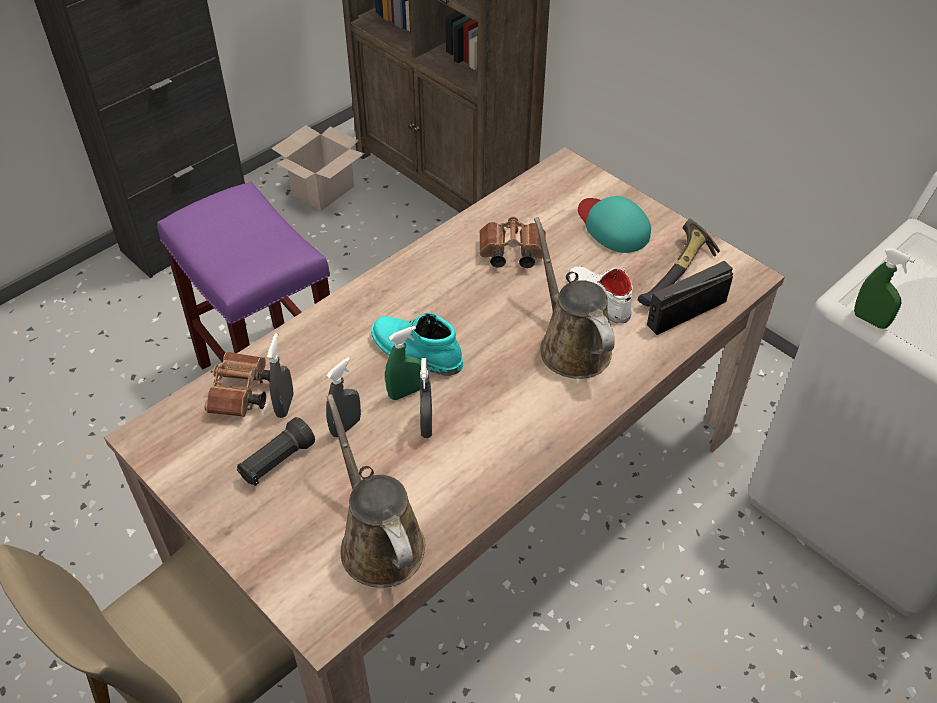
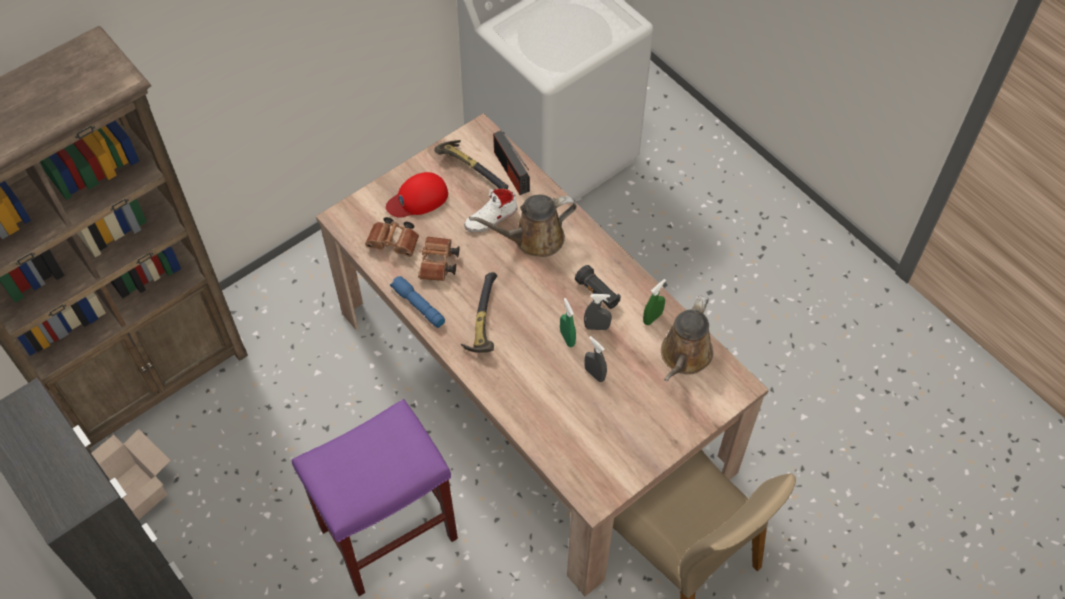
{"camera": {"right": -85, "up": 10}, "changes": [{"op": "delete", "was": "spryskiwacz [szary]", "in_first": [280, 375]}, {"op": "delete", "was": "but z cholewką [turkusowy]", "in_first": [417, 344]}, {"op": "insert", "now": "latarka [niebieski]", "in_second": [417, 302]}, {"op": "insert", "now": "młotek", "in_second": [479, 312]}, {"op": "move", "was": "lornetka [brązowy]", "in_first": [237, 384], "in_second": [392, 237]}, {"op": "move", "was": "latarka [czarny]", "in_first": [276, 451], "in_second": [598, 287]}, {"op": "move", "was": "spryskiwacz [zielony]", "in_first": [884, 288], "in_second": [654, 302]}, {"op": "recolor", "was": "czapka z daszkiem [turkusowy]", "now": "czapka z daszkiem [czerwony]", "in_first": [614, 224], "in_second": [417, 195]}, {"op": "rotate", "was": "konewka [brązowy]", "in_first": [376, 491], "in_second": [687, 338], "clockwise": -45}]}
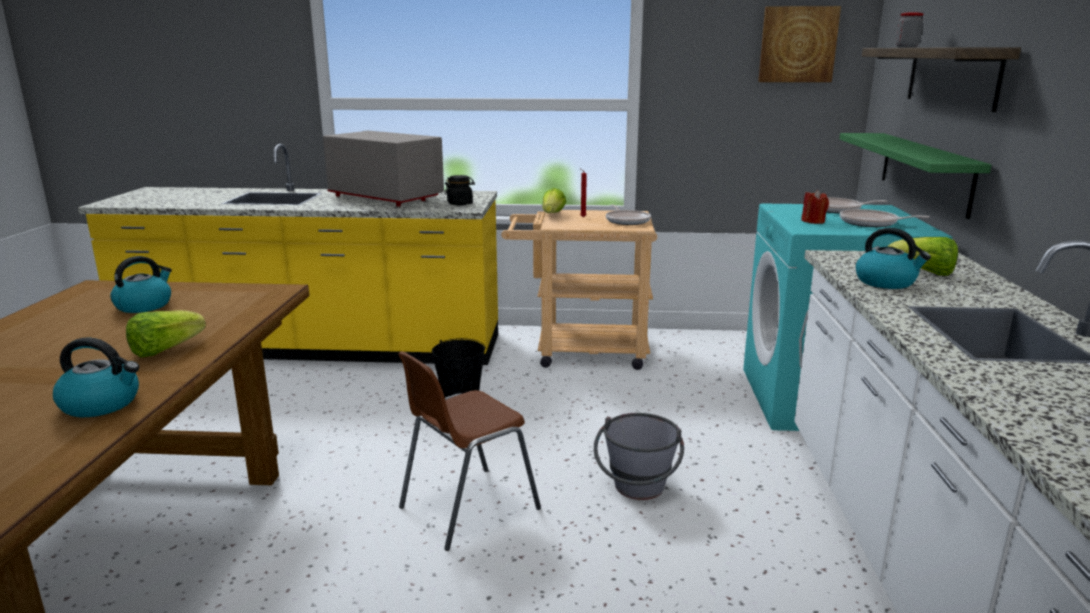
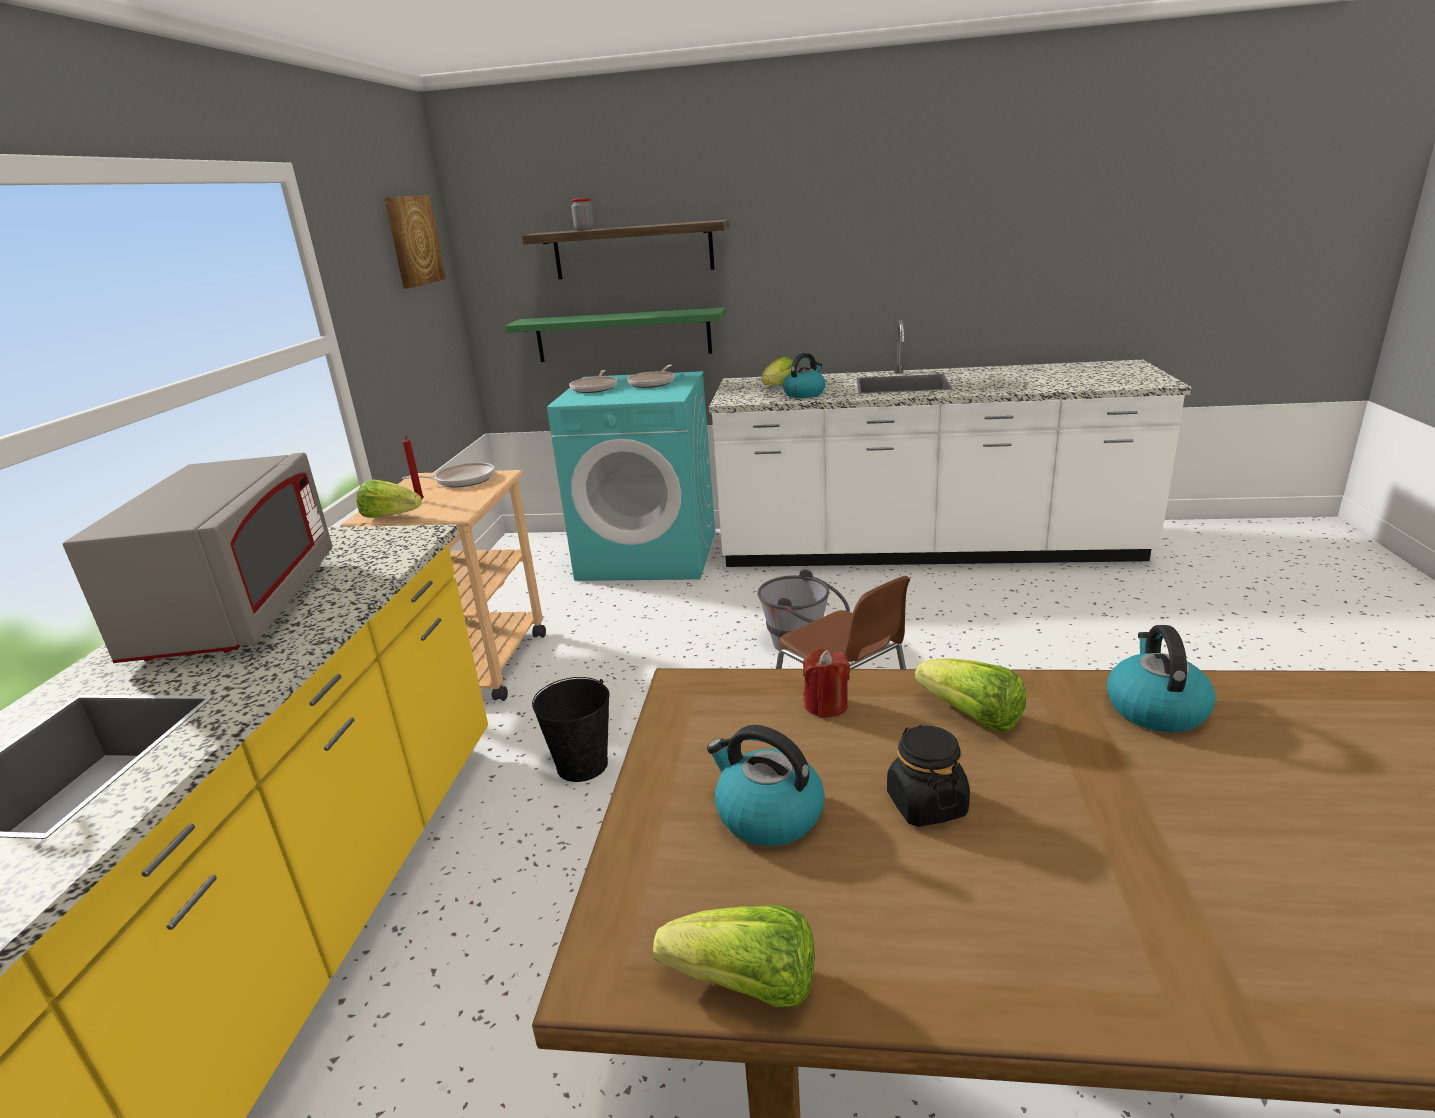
{"camera": {"right": -85, "up": 5}, "changes": [{"op": "insert", "now": "sałata", "in_second": [733, 956]}, {"op": "move", "was": "słoik [czarny]", "in_first": [459, 190], "in_second": [928, 776]}, {"op": "move", "was": "świeca [czerwony]", "in_first": [815, 207], "in_second": [826, 683]}, {"op": "rotate", "was": "mikrofalówka [szary]", "in_first": [383, 169], "in_second": [197, 558], "clockwise": 135}]}
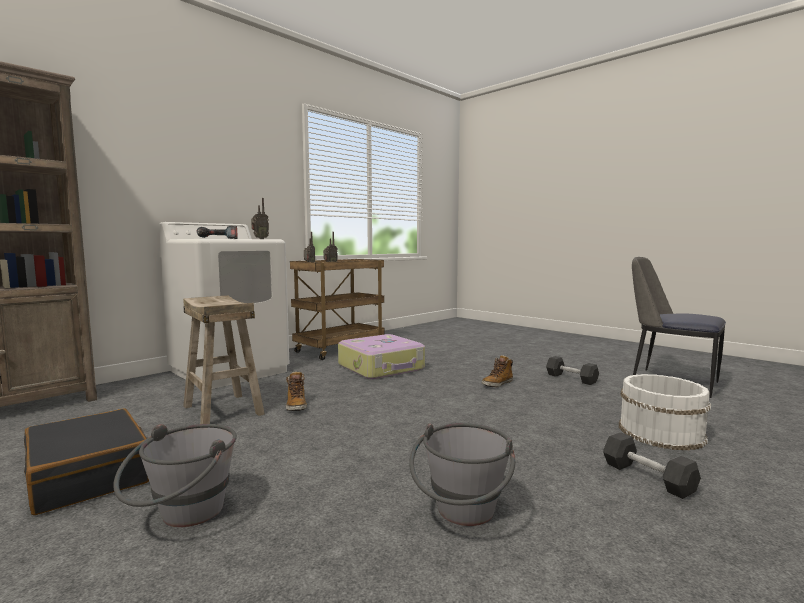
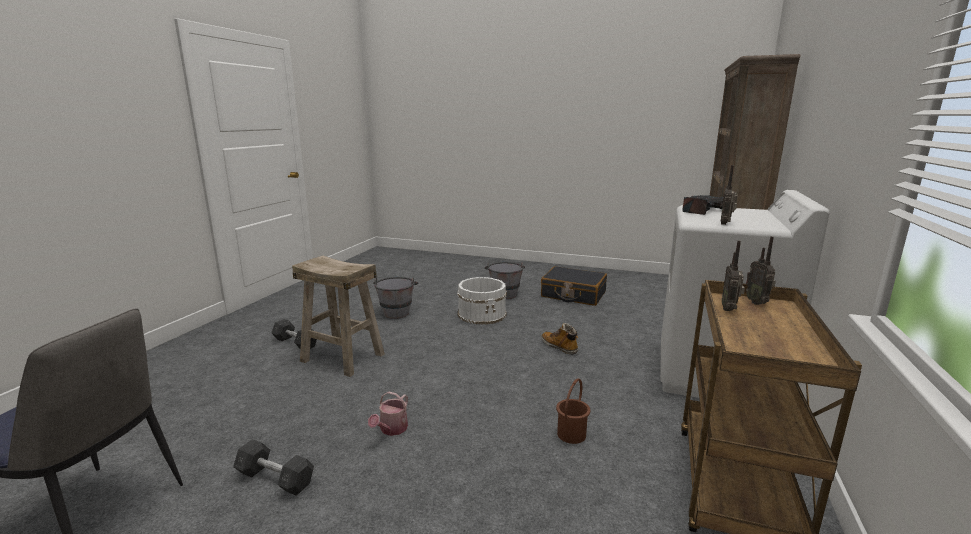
{"camera": {"right": 155, "up": 10}, "changes": [{"op": "move", "was": "stołek [beżowy]", "in_first": [224, 359], "in_second": [338, 316]}, {"op": "move", "was": "wiadro [biały]", "in_first": [665, 412], "in_second": [482, 301]}, {"op": "replace", "was": "walizka", "now": "wiadro [brązowy]", "in_first": [381, 356], "in_second": [573, 411]}, {"op": "replace", "was": "but z cholewką", "now": "konewka", "in_first": [497, 371], "in_second": [388, 413]}]}
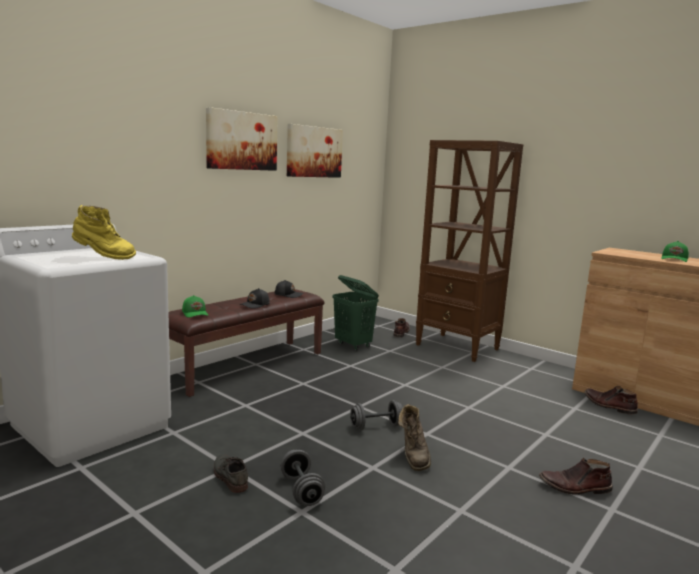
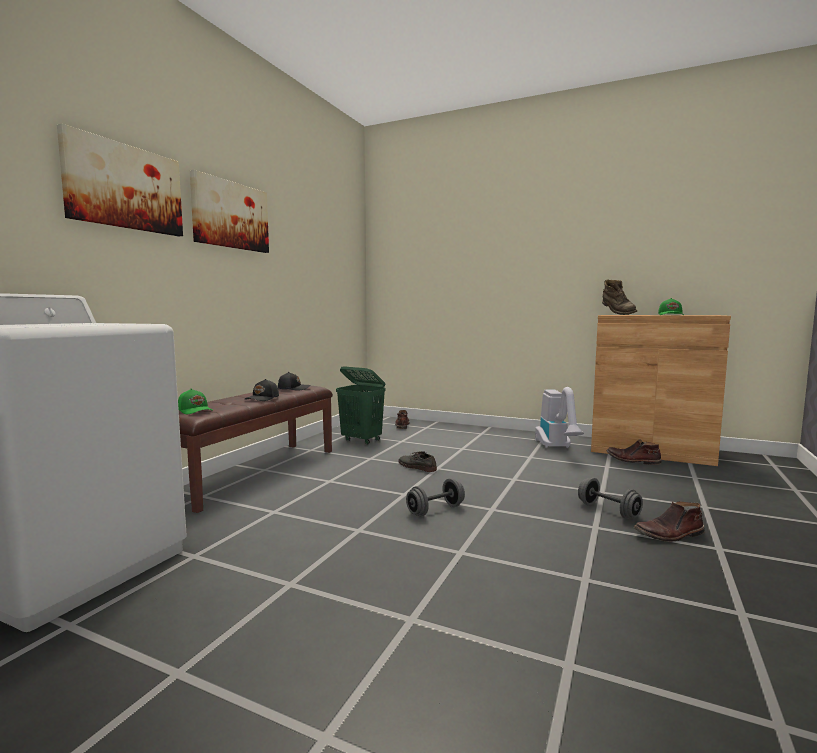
{"camera": {"right": -15, "up": -5}, "changes": [{"op": "delete", "was": "but z cholewką [żółty]", "in_first": [104, 232]}, {"op": "delete", "was": "regał [brązowy]", "in_first": [469, 251]}, {"op": "insert", "now": "odkurzacz", "in_second": [559, 417]}, {"op": "move", "was": "but [szary]", "in_first": [231, 474], "in_second": [417, 461]}, {"op": "move", "was": "hantel [szary]", "in_first": [303, 478], "in_second": [610, 498]}, {"op": "move", "was": "obraz", "in_first": [315, 151], "in_second": [120, 179]}, {"op": "move", "was": "but z cholewką [brązowy]", "in_first": [414, 437], "in_second": [619, 297]}]}
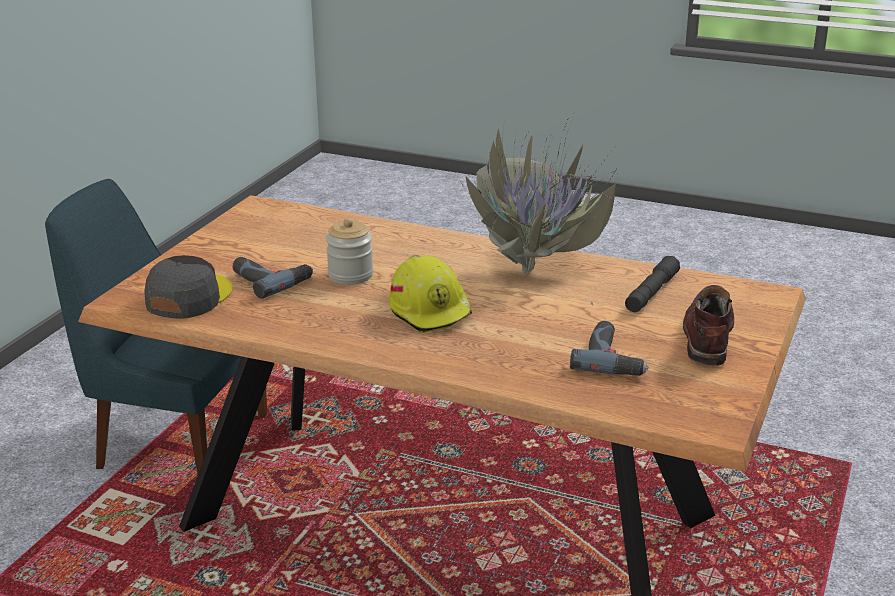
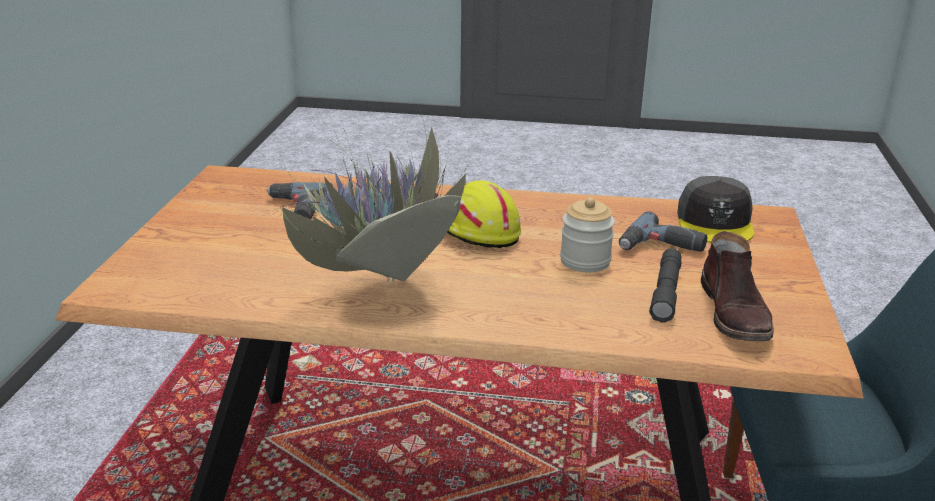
{"camera": {"right": 165, "up": 0}, "changes": [{"op": "move", "was": "latarka [szary]", "in_first": [652, 284], "in_second": [665, 285]}, {"op": "move", "was": "but z cholewką [brązowy]", "in_first": [708, 325], "in_second": [737, 286]}]}
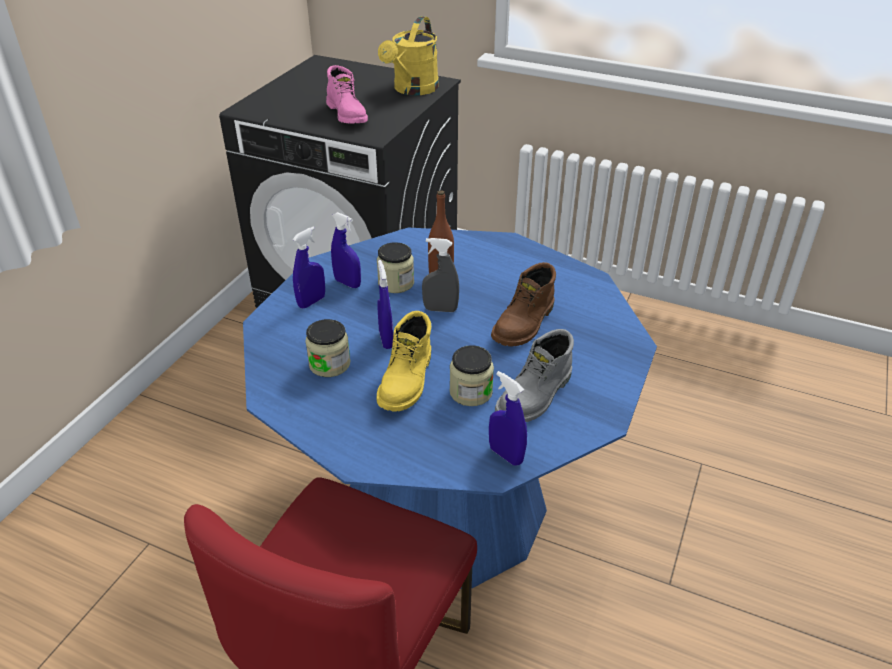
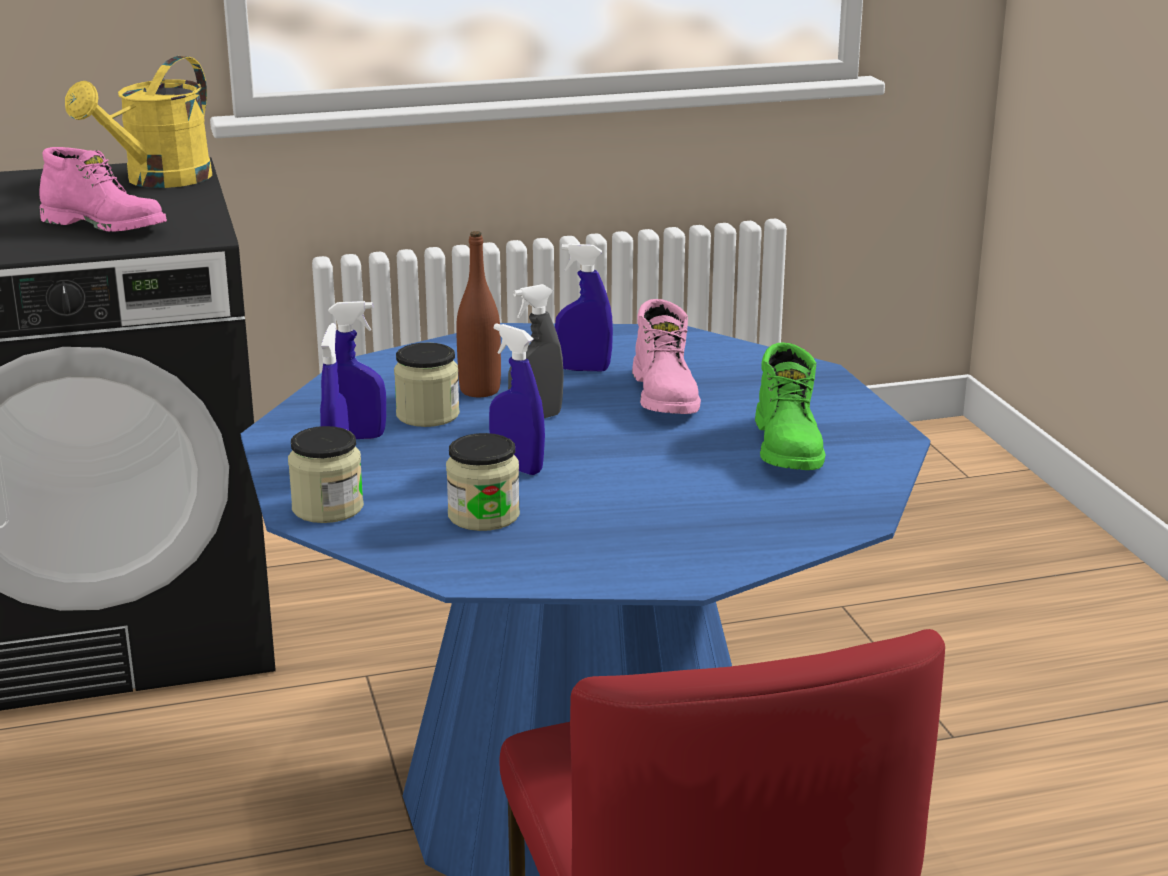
{"camera": {"right": -40, "up": -15}, "changes": [{"op": "delete", "was": "but z cholewką [żółty]", "in_first": [403, 361]}, {"op": "move", "was": "słoik", "in_first": [472, 375], "in_second": [326, 474]}, {"op": "move", "was": "spryskiwacz [niebieski]", "in_first": [508, 418], "in_second": [584, 307]}, {"op": "recolor", "was": "but z cholewką [brązowy]", "now": "but z cholewką [różowy]", "in_first": [523, 304], "in_second": [666, 356]}, {"op": "recolor", "was": "but z cholewką [szary]", "now": "but z cholewką [zielony]", "in_first": [534, 375], "in_second": [790, 406]}, {"op": "rotate", "was": "konewka [żółty]", "in_first": [408, 55], "in_second": [138, 122], "clockwise": 45}]}
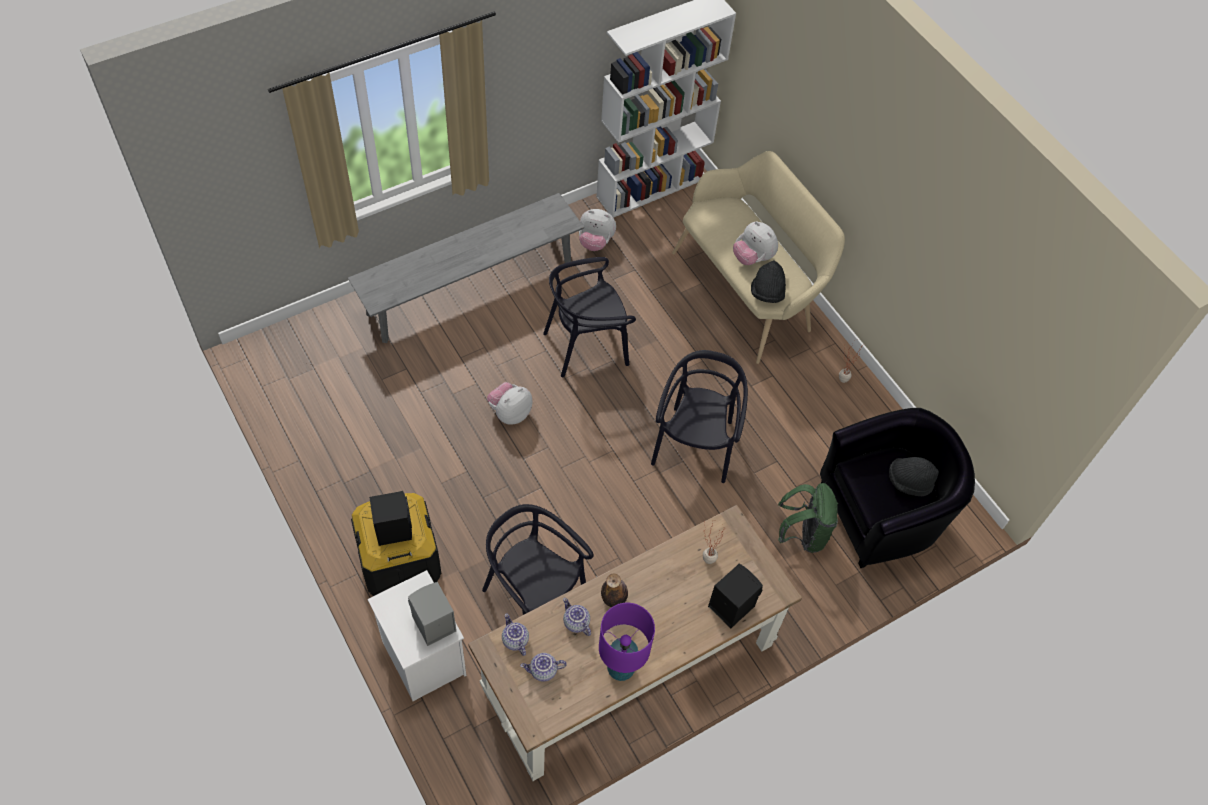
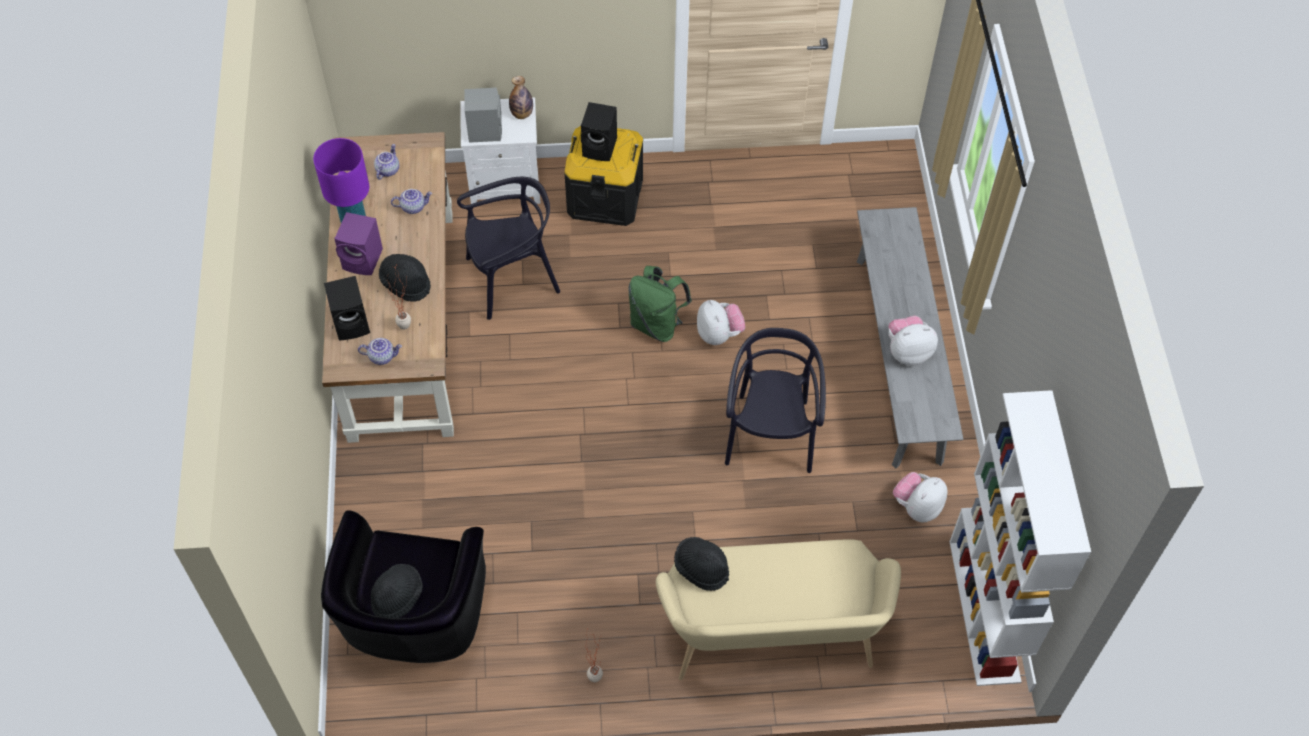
{"camera": {"right": 120, "up": 0}, "changes": [{"op": "delete", "was": "krzesło [czarny]", "in_first": [699, 416]}, {"op": "insert", "now": "głośnik [fioletowy]", "in_second": [358, 243]}, {"op": "insert", "now": "kapelusz [czarny]", "in_second": [405, 278]}, {"op": "move", "was": "imbryk", "in_first": [515, 634], "in_second": [380, 351]}, {"op": "move", "was": "butelka", "in_first": [614, 590], "in_second": [521, 97]}, {"op": "move", "was": "pluszak", "in_first": [755, 243], "in_second": [913, 340]}, {"op": "move", "was": "plecak [zielony]", "in_first": [808, 518], "in_second": [660, 304]}]}
